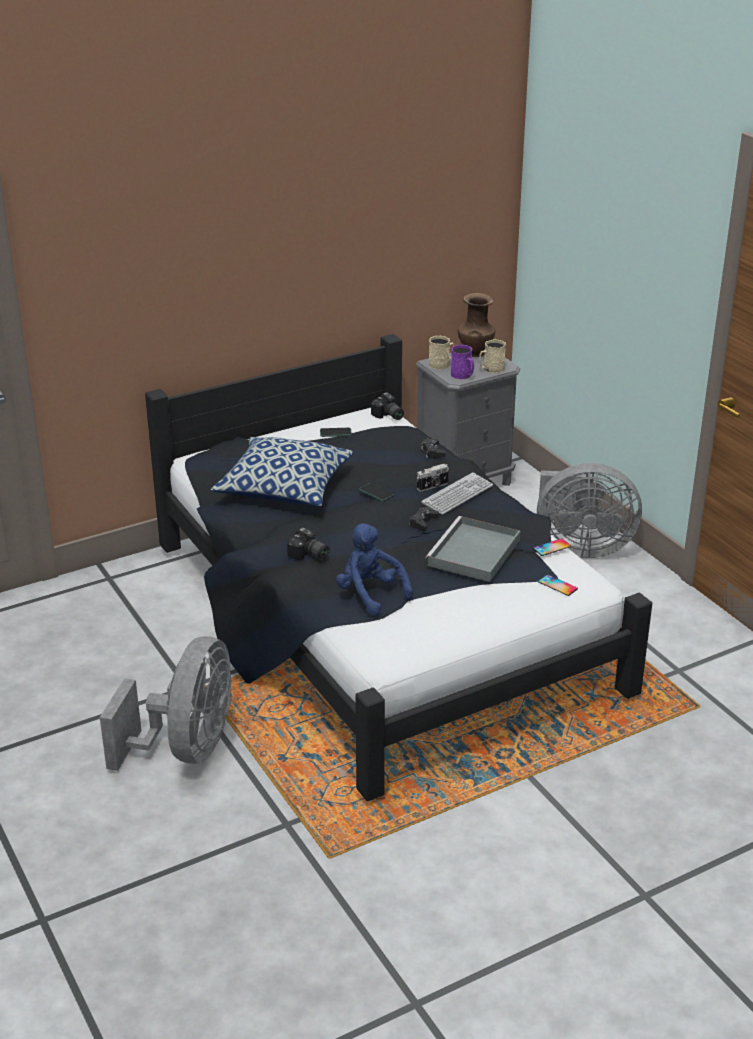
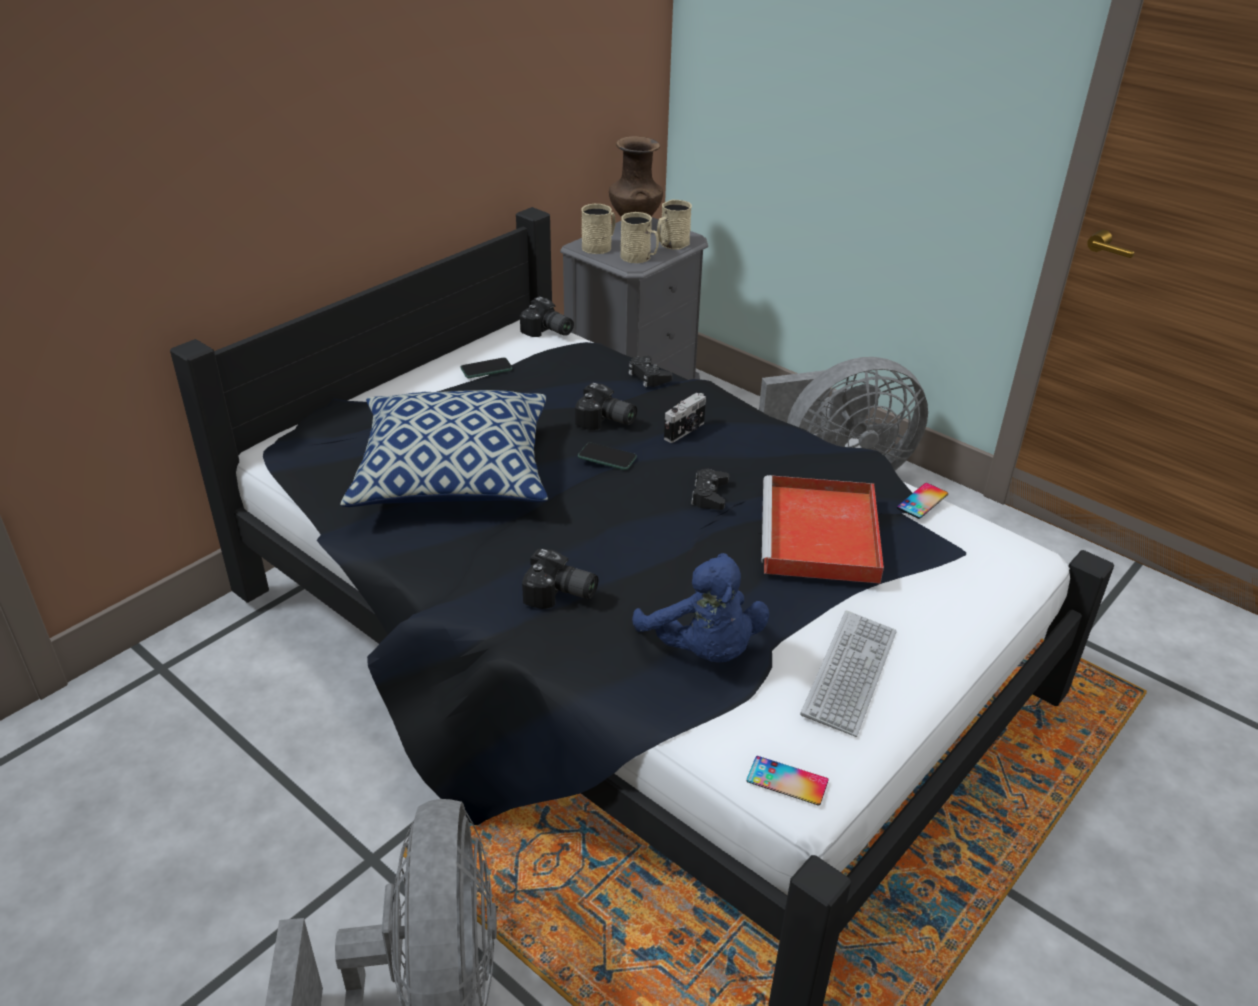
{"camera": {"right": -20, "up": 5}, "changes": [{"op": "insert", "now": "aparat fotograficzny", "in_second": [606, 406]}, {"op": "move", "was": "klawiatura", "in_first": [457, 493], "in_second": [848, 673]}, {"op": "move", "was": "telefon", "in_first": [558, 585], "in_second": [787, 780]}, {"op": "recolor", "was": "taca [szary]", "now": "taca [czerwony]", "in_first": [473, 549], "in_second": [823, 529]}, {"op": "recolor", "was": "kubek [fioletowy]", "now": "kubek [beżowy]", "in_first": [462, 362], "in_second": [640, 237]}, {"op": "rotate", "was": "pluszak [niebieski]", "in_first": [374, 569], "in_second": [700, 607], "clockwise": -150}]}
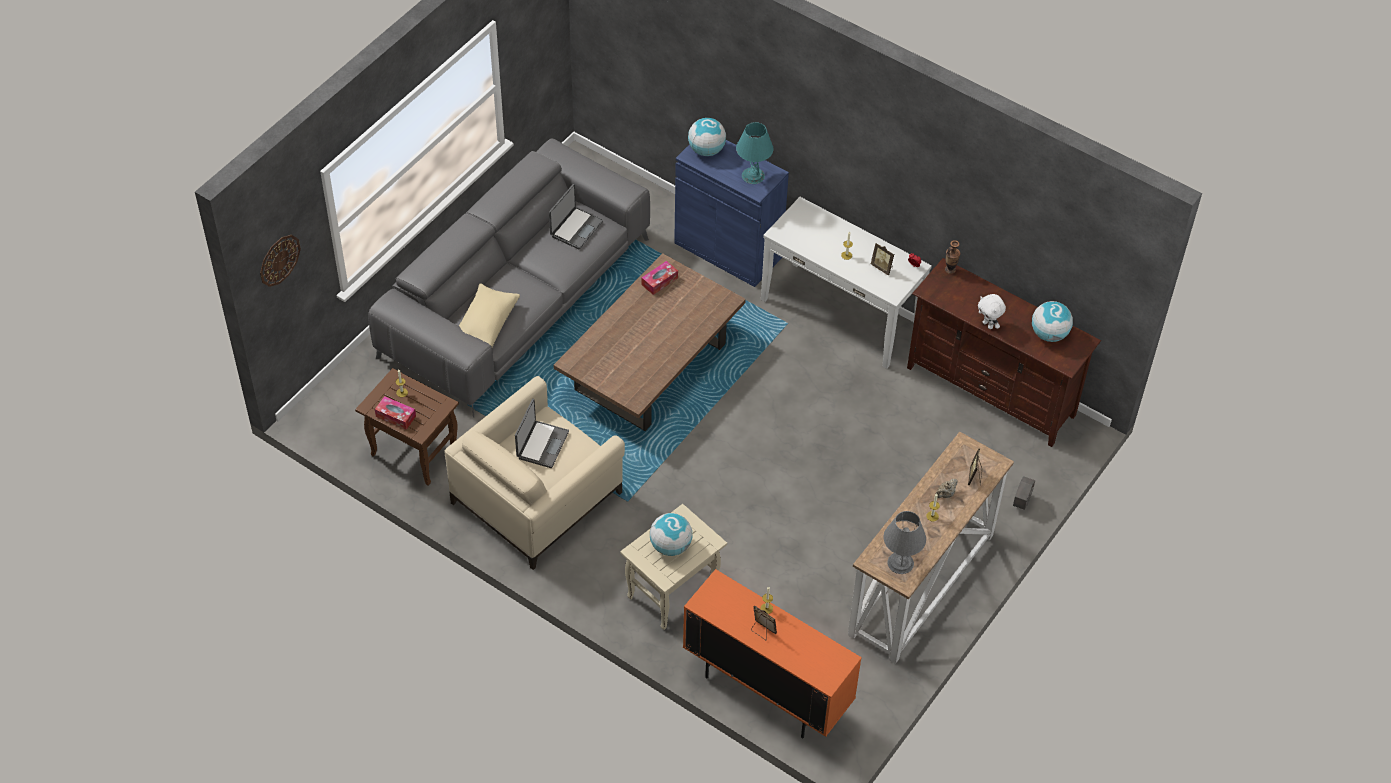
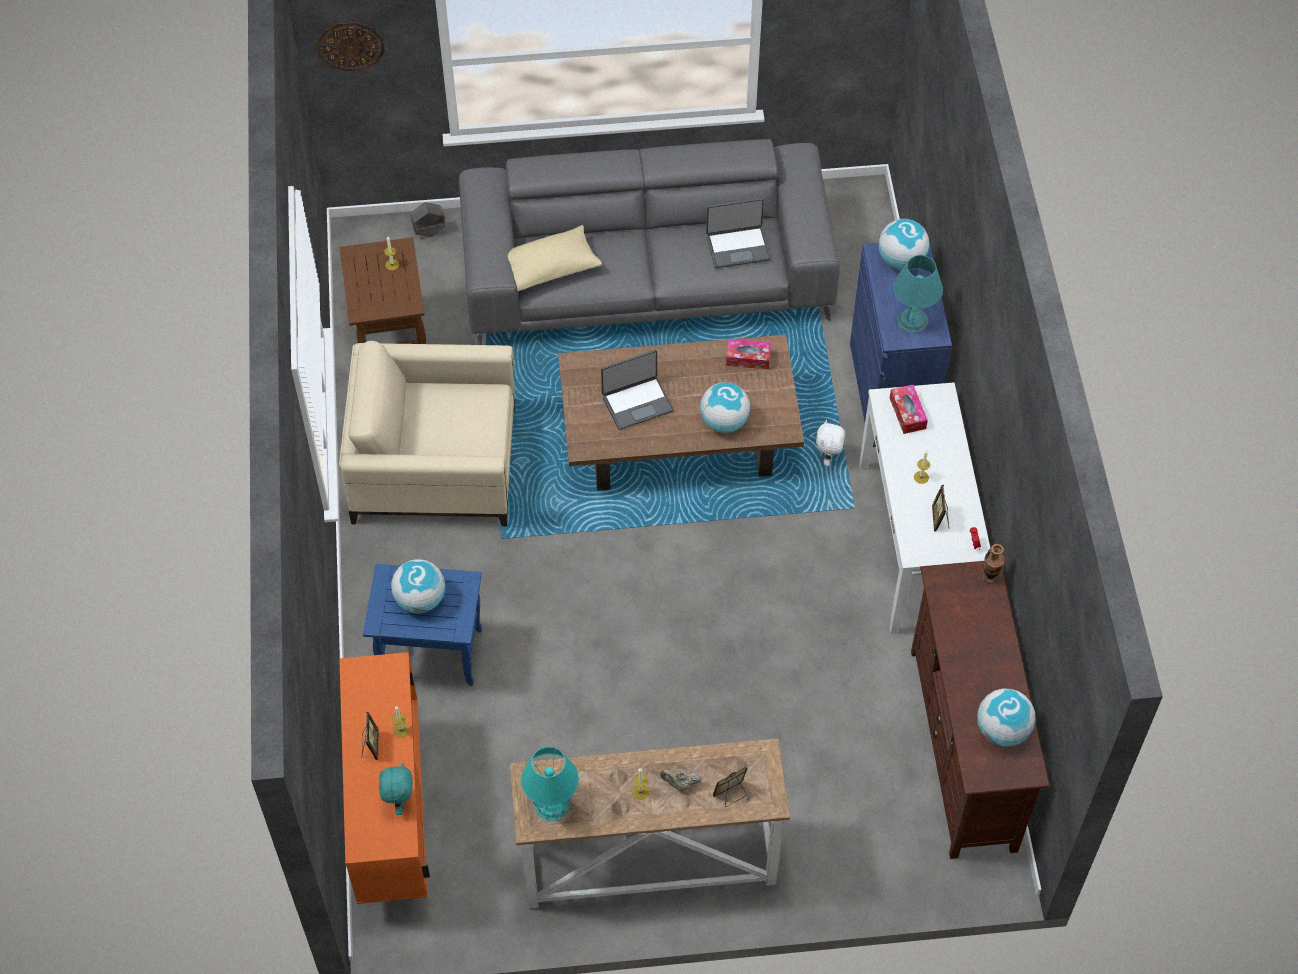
{"camera": {"right": 50, "up": 5}, "changes": [{"op": "insert", "now": "pluszak [turkusowy]", "in_second": [396, 789]}, {"op": "insert", "now": "globus", "in_second": [725, 407]}, {"op": "move", "was": "pudełko chusteczek", "in_first": [395, 413], "in_second": [909, 409]}, {"op": "move", "was": "laptop", "in_first": [542, 433], "in_second": [637, 390]}, {"op": "move", "was": "pluszak [biały]", "in_first": [992, 311], "in_second": [830, 443]}, {"op": "move", "was": "donica [szary]", "in_first": [1024, 493], "in_second": [428, 219]}, {"op": "recolor", "was": "stolik [beżowy]", "now": "stolik [niebieski]", "in_first": [673, 567], "in_second": [422, 625]}, {"op": "recolor", "was": "lampa stołowa [szary]", "now": "lampa stołowa [turkusowy]", "in_first": [904, 542], "in_second": [550, 784]}]}
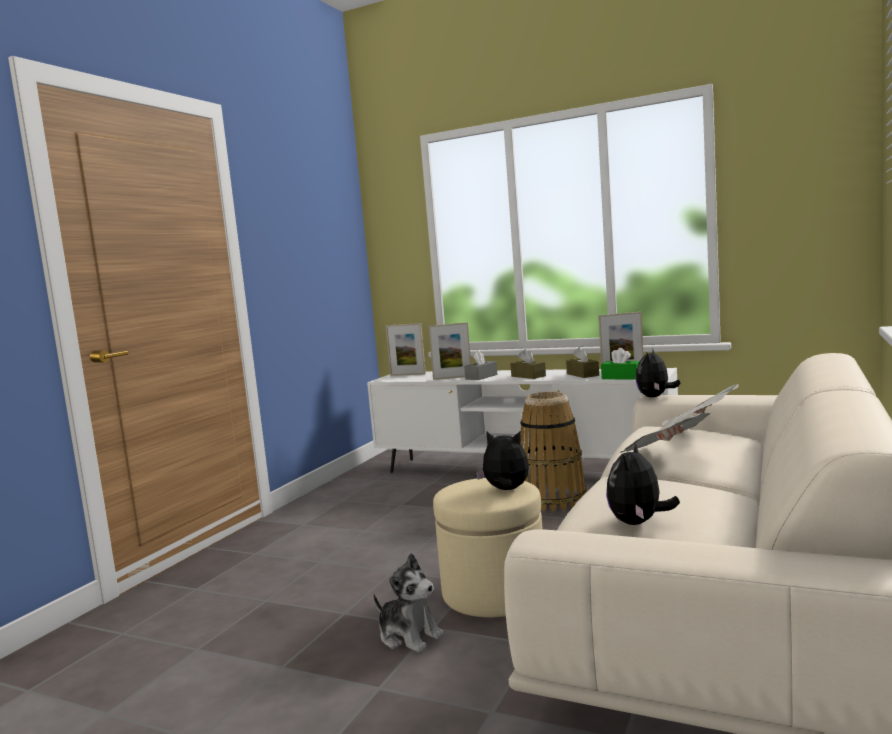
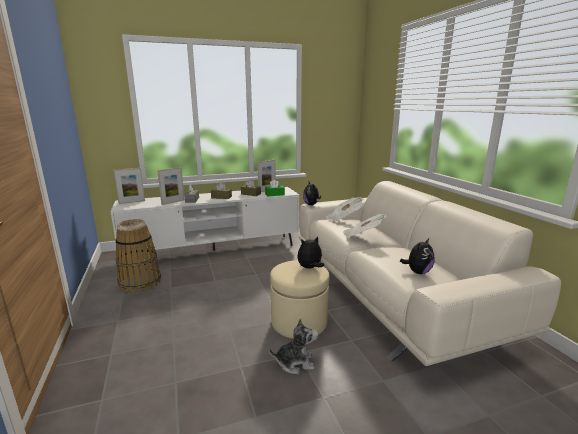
{"camera": {"right": -45, "up": 10}, "changes": [{"op": "move", "was": "koszyk", "in_first": [553, 451], "in_second": [138, 256]}, {"op": "rotate", "was": "pluszak", "in_first": [643, 483], "in_second": [417, 255], "clockwise": -120}]}
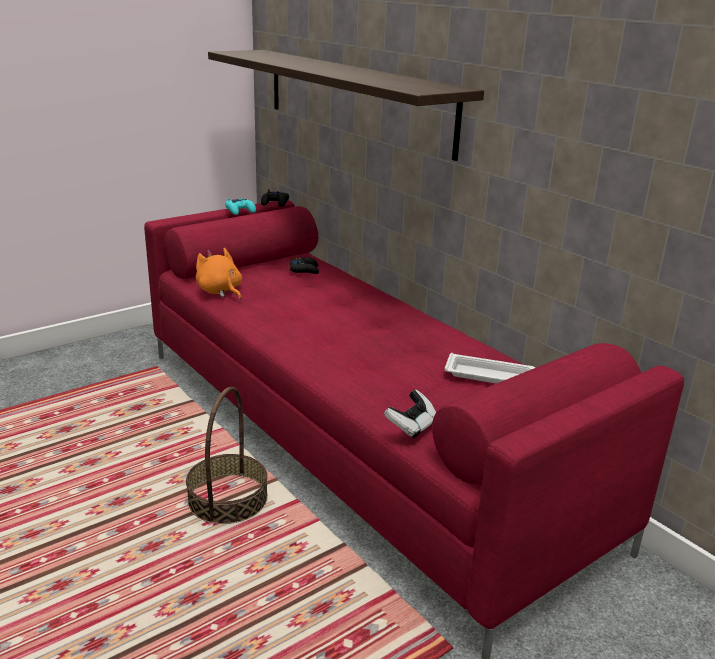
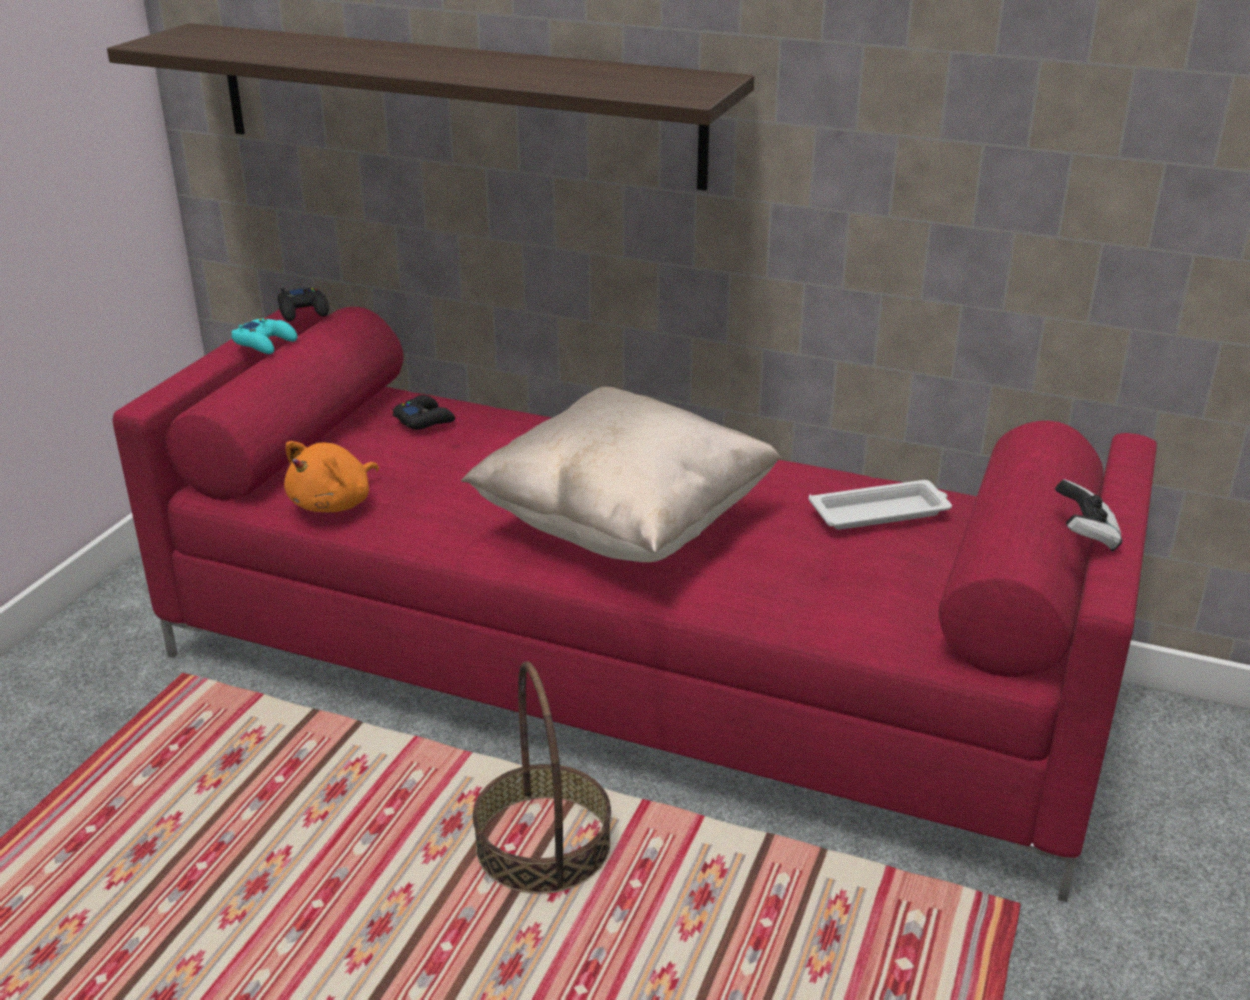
{"camera": {"right": -30, "up": 5}, "changes": [{"op": "insert", "now": "poduszka [beżowy]", "in_second": [621, 474]}, {"op": "move", "was": "pad do gier", "in_first": [410, 414], "in_second": [1088, 515]}, {"op": "rotate", "was": "pluszak [pomarańczowy]", "in_first": [219, 274], "in_second": [331, 476], "clockwise": -75}]}
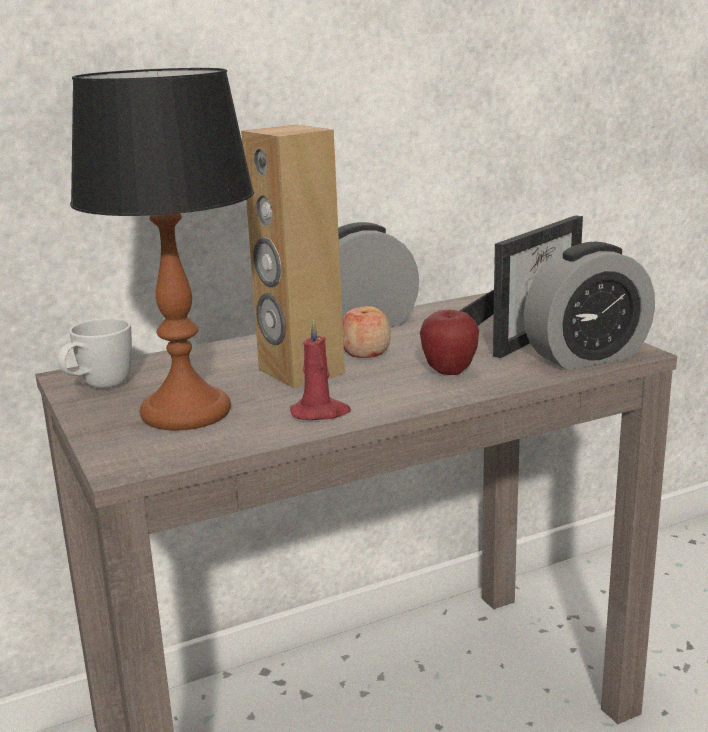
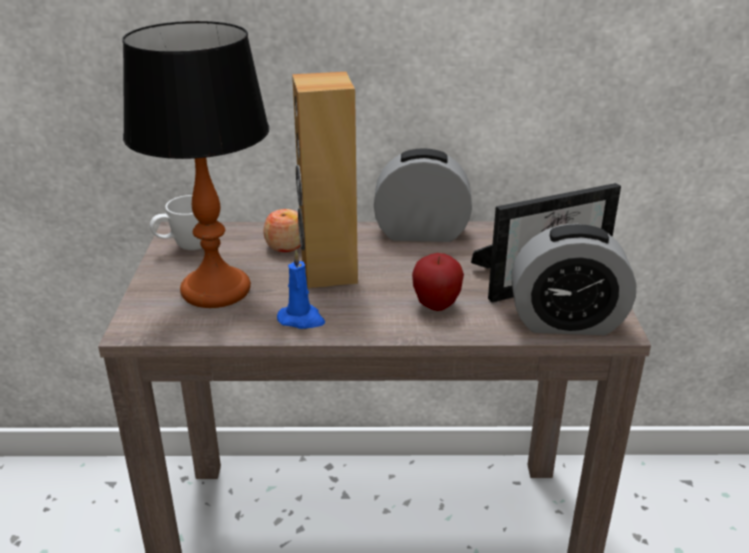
{"camera": {"right": 25, "up": 10}, "changes": [{"op": "move", "was": "jabłko", "in_first": [366, 332], "in_second": [282, 230]}, {"op": "recolor", "was": "świeca [czerwony]", "now": "świeca [niebieski]", "in_first": [320, 369], "in_second": [301, 289]}]}
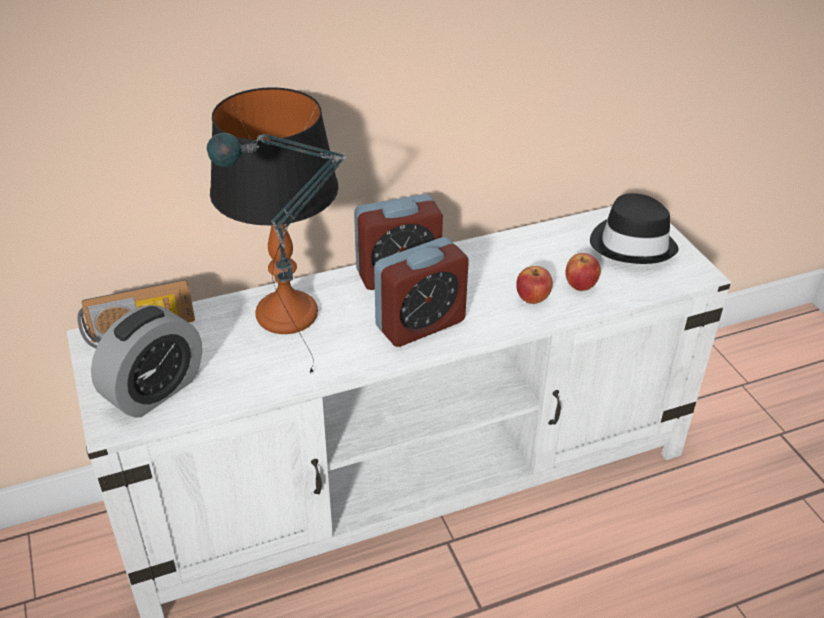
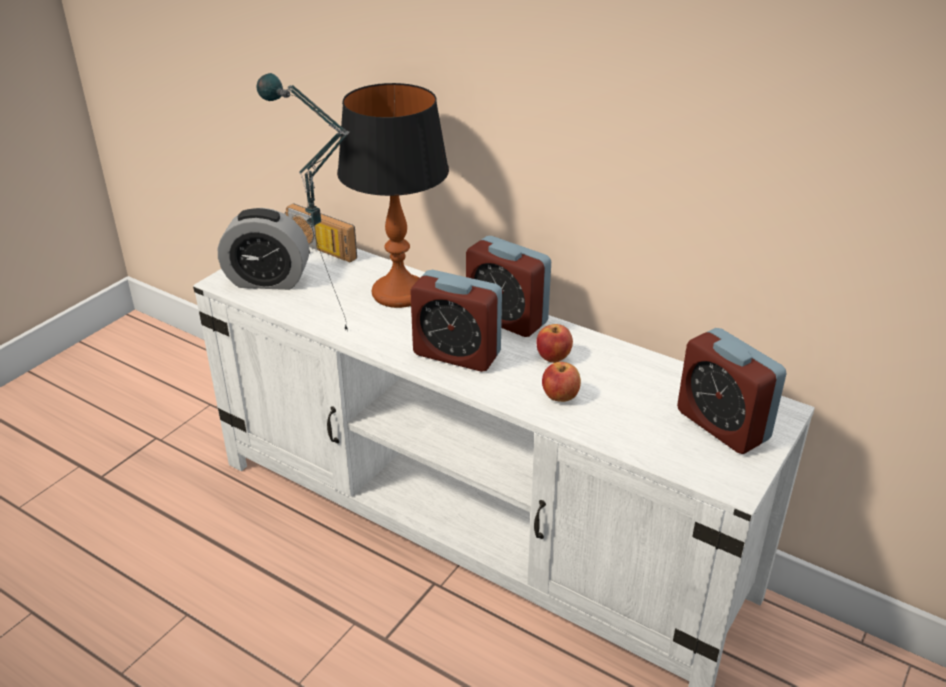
{"camera": {"right": 55, "up": -5}, "changes": [{"op": "move", "was": "jabłko", "in_first": [583, 272], "in_second": [554, 343]}, {"op": "replace", "was": "kapelusz [czarny]", "now": "budzik", "in_first": [634, 228], "in_second": [731, 391]}]}
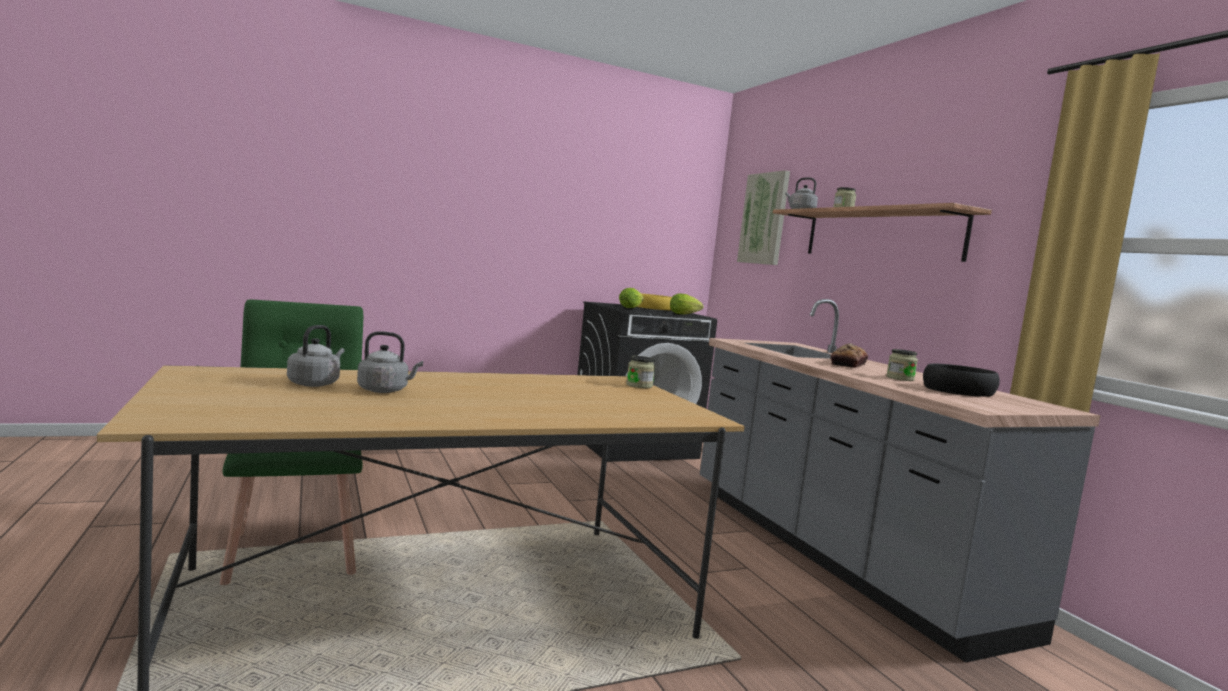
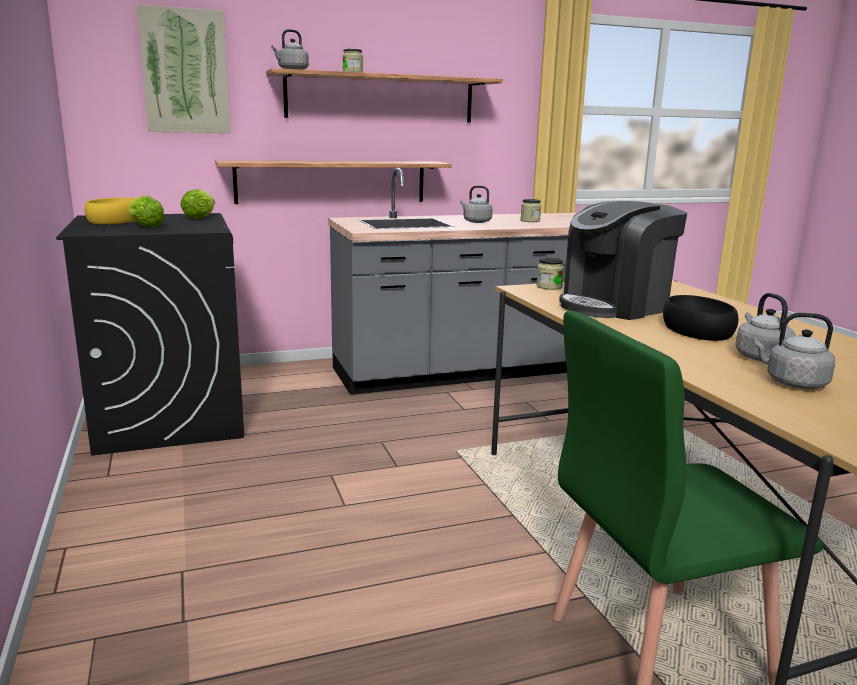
{"camera": {"right": -85, "up": 10}, "changes": [{"op": "insert", "now": "półka", "in_second": [333, 182]}, {"op": "insert", "now": "ekspres do kawy", "in_second": [623, 260]}, {"op": "move", "was": "miska [czarny]", "in_first": [961, 380], "in_second": [701, 318]}, {"op": "replace", "was": "chleb", "now": "czajnik [szary]", "in_first": [849, 355], "in_second": [476, 204]}]}
